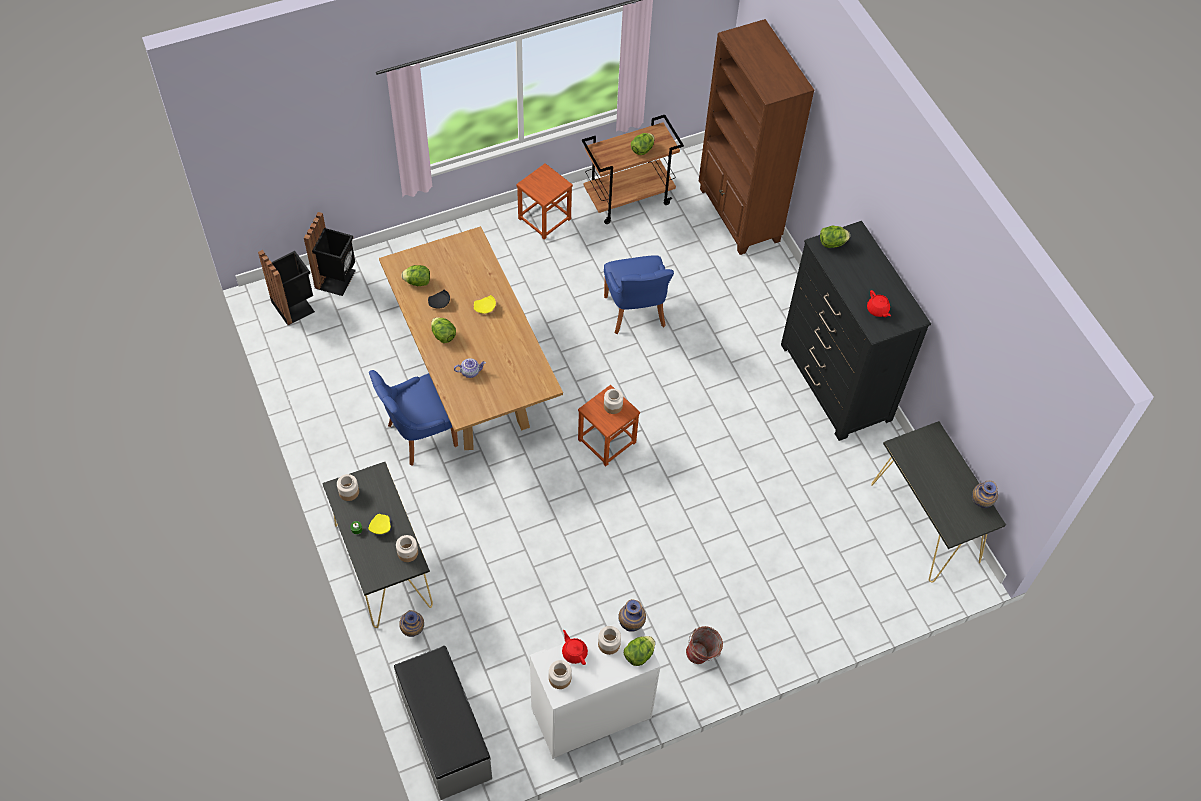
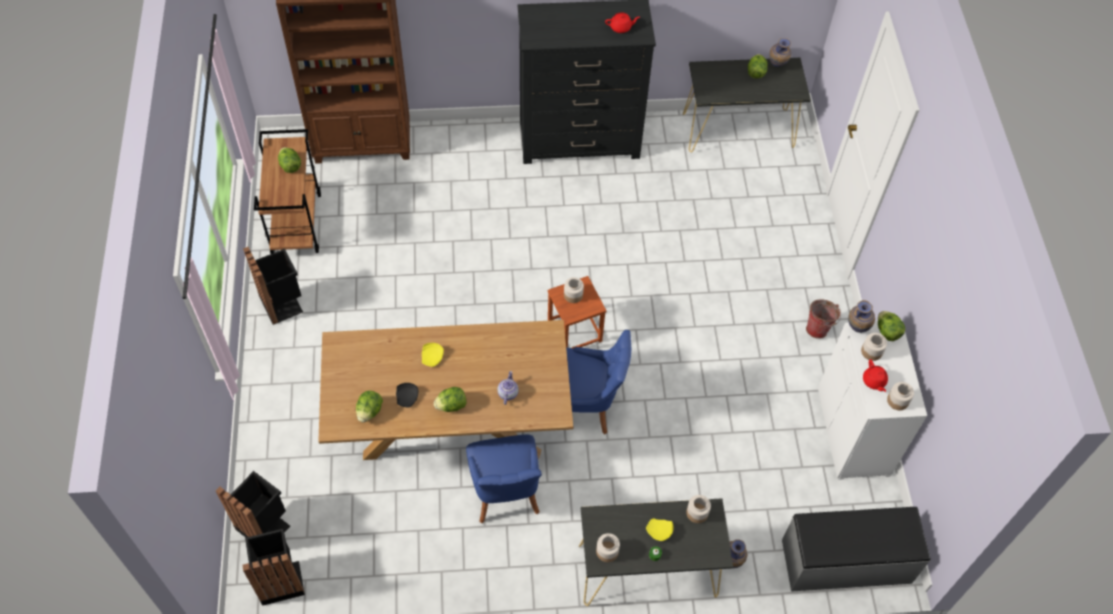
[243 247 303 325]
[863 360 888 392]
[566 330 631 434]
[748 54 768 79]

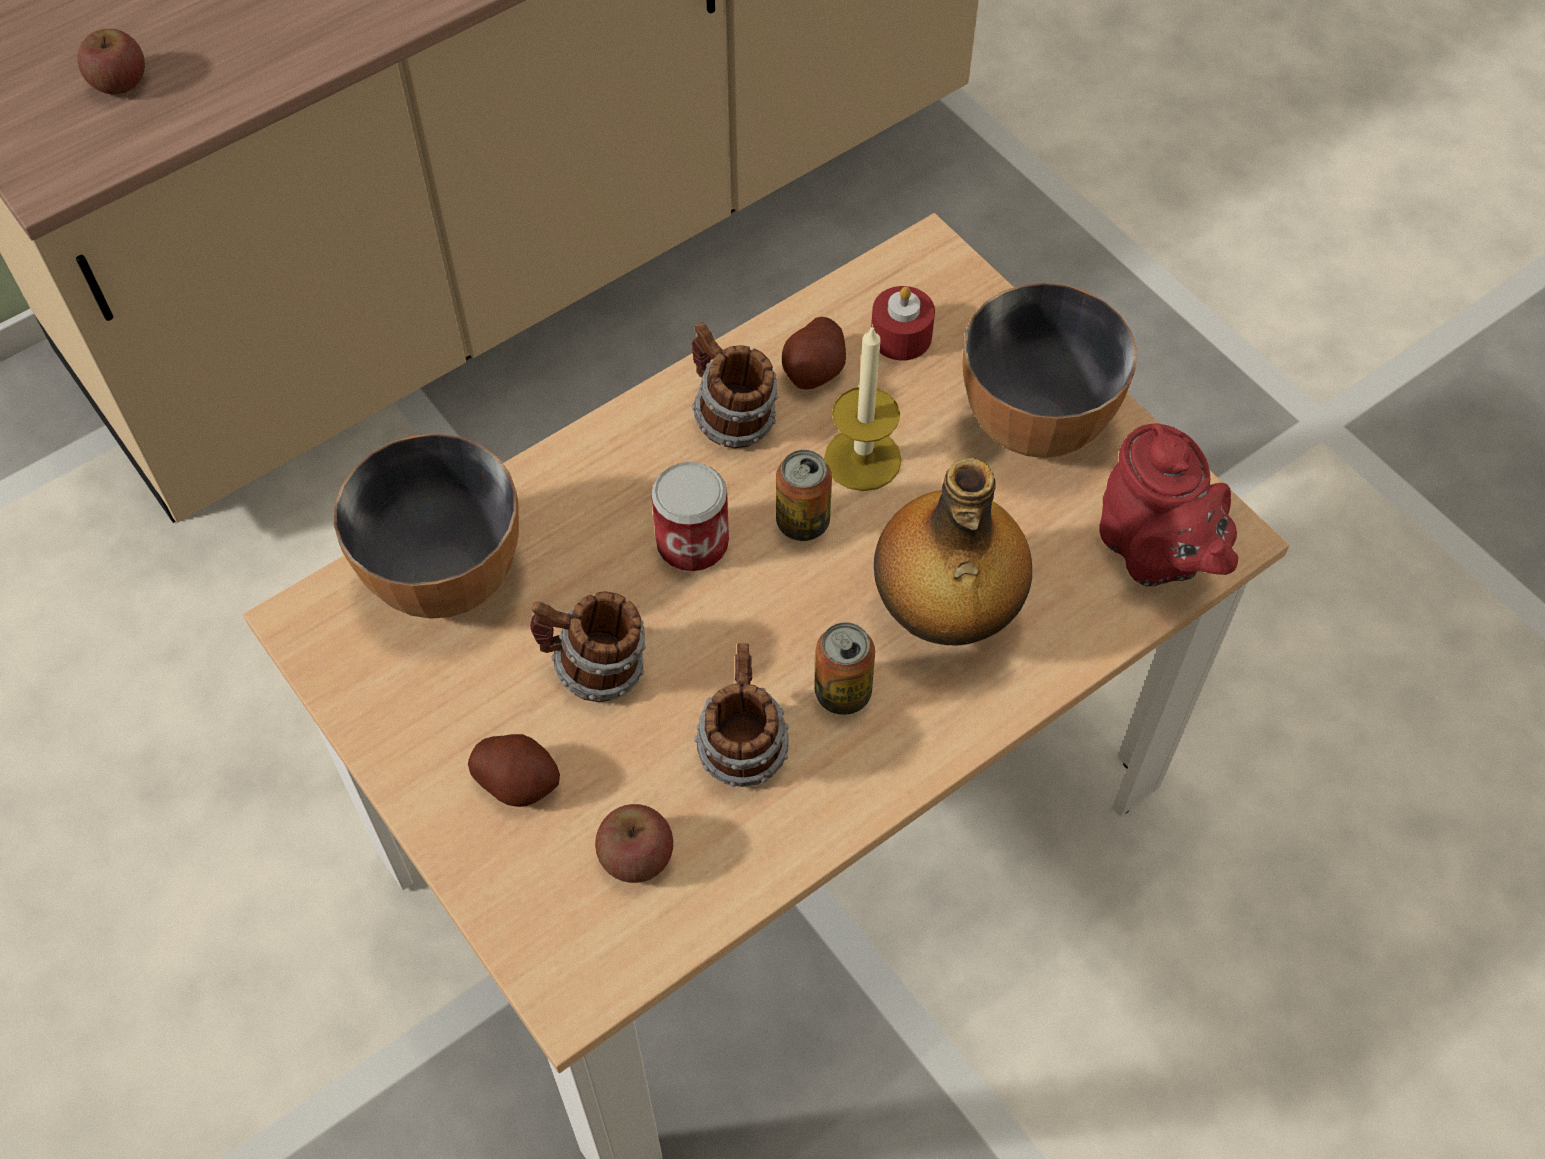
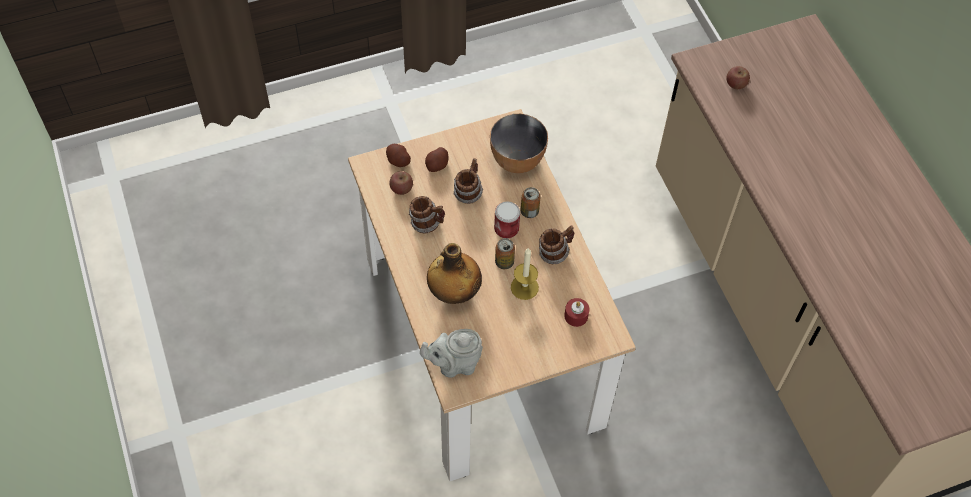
[386 144 411 167]
[521 187 541 218]
[963 283 1137 458] (first image)
[420 329 483 378]

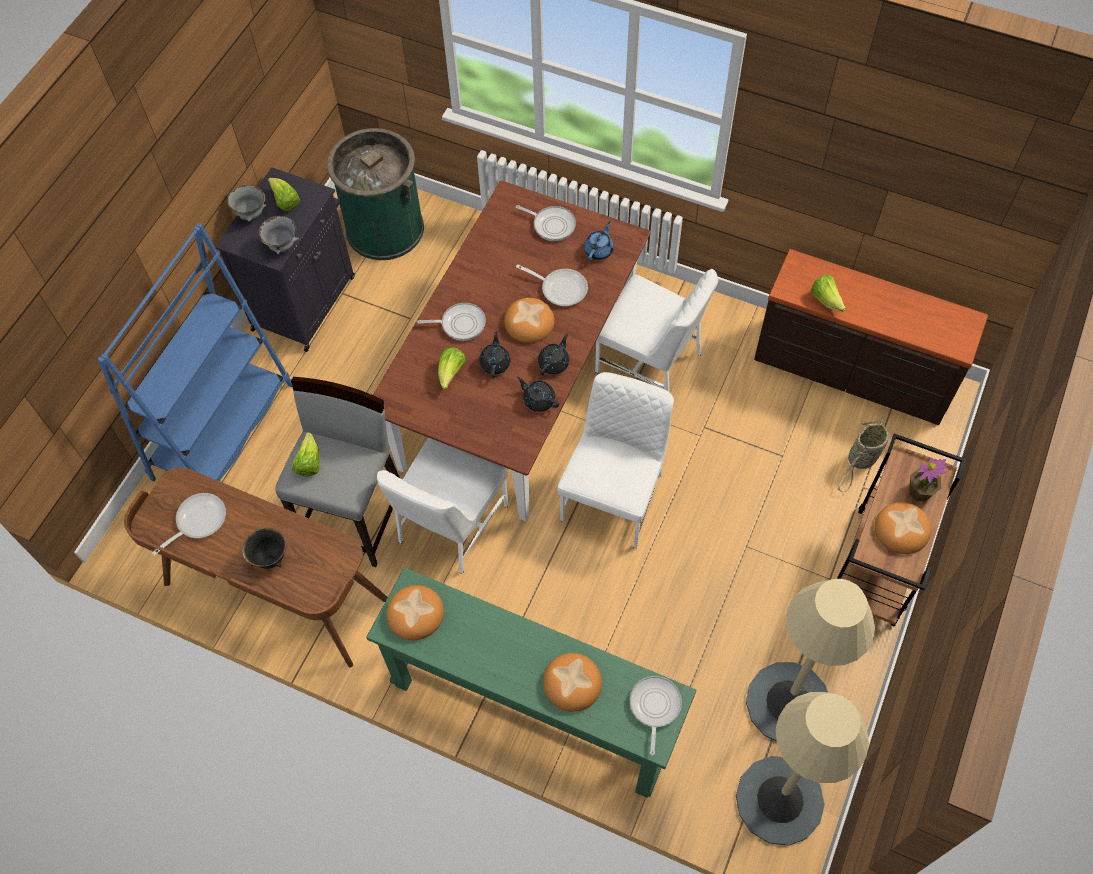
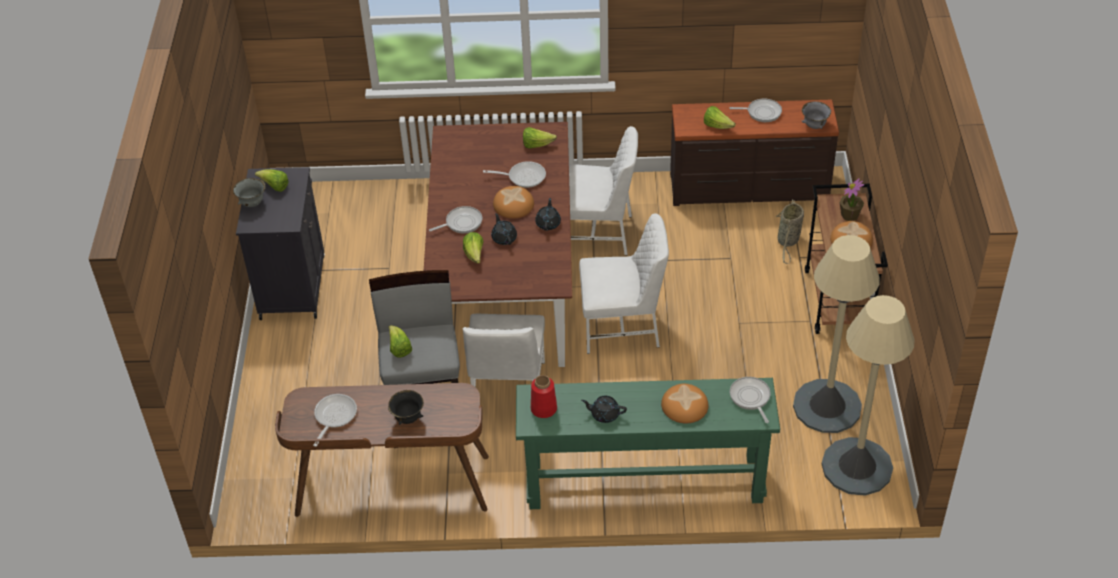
[97 223 292 482] (first image)
[802 101 831 129]
[327 128 424 260] (first image)
[531 375 557 418]
[729 98 782 122]
[581 396 627 423]
[579 213 669 354]
[523 127 557 149]

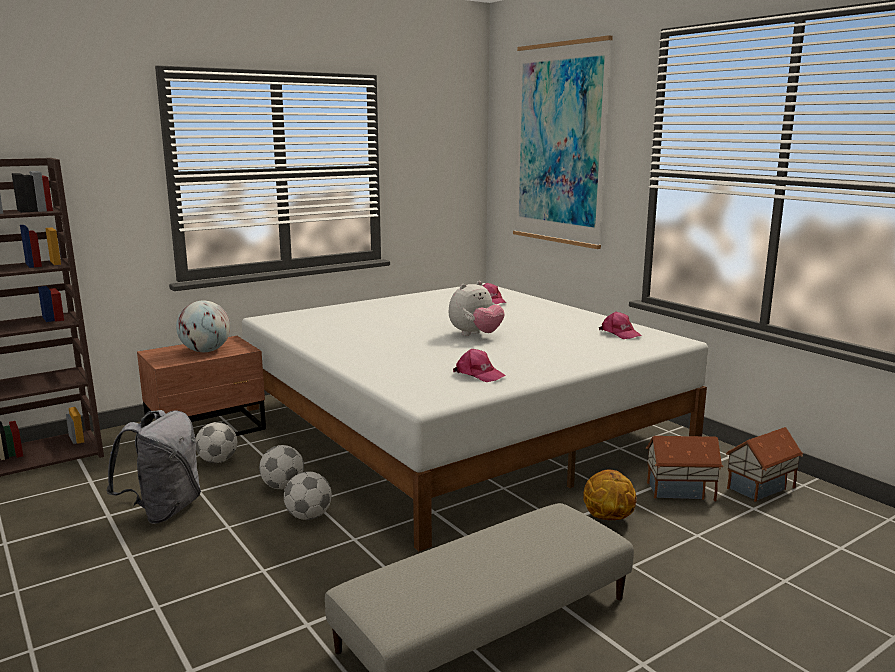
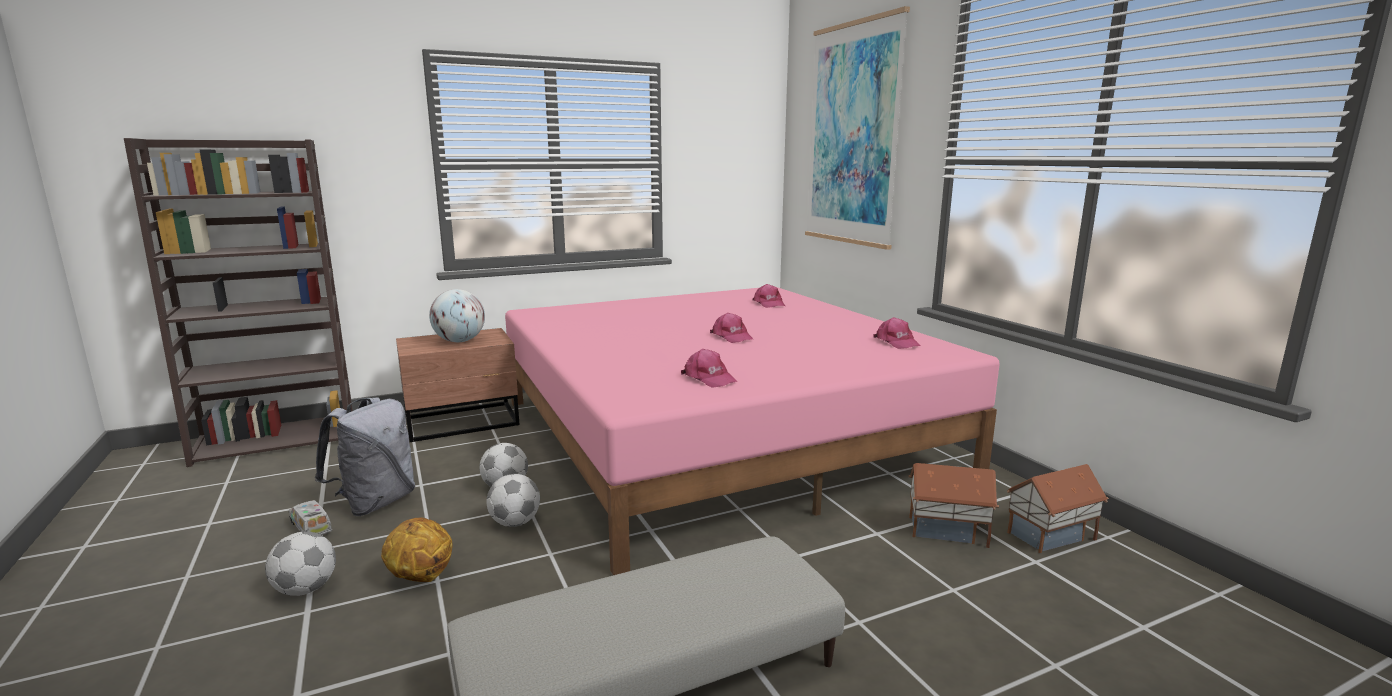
[265 531 336 596]
[505 286 1000 575]
[710 313 754 343]
[381 518 453 582]
[289 500 332 535]

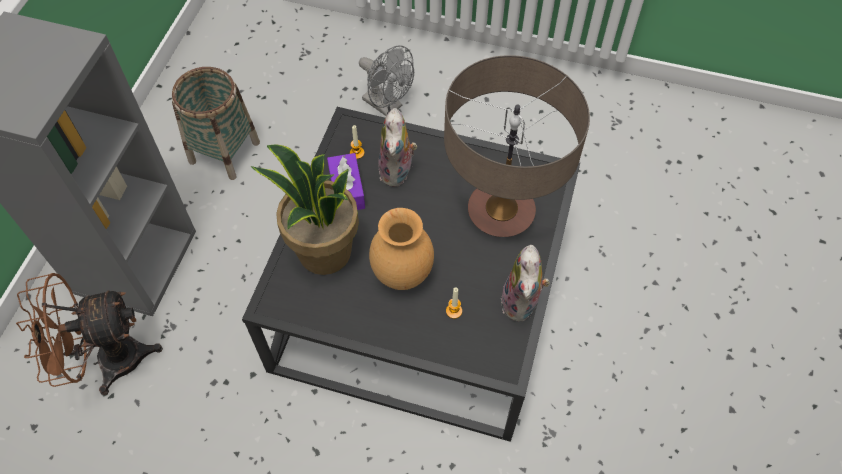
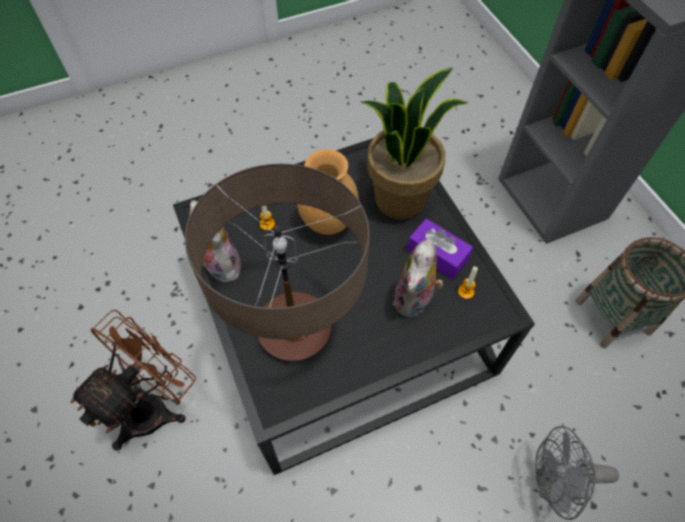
[70 310 196 451]
[393 239 443 318]

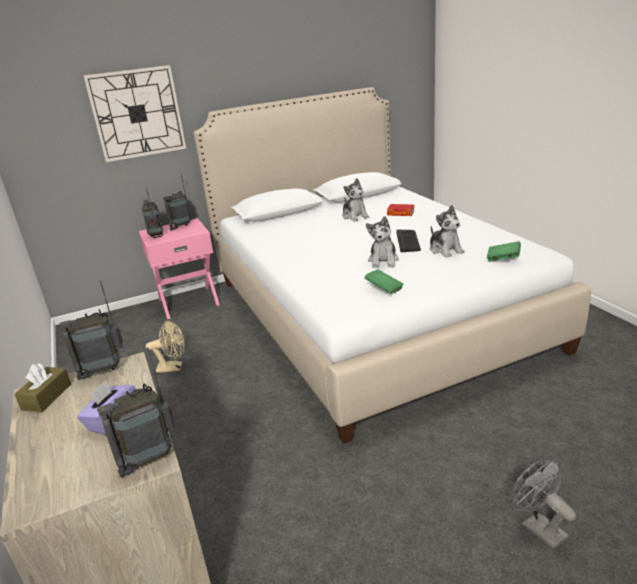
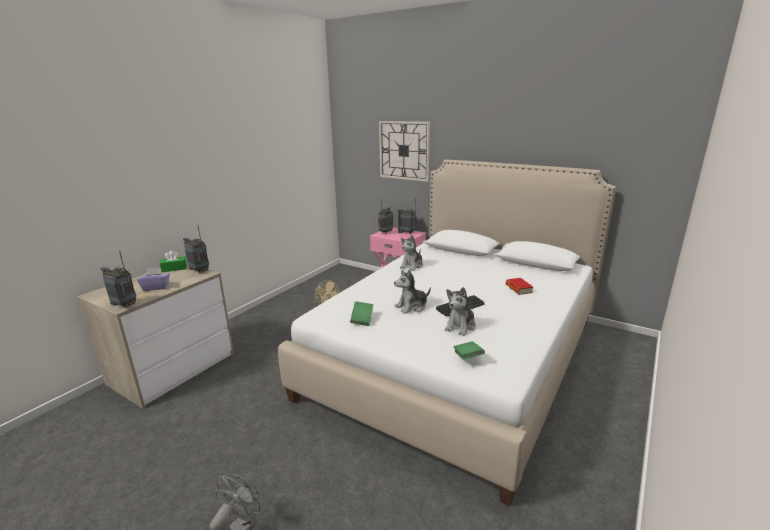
[160 250 187 272]
[400 235 423 271]

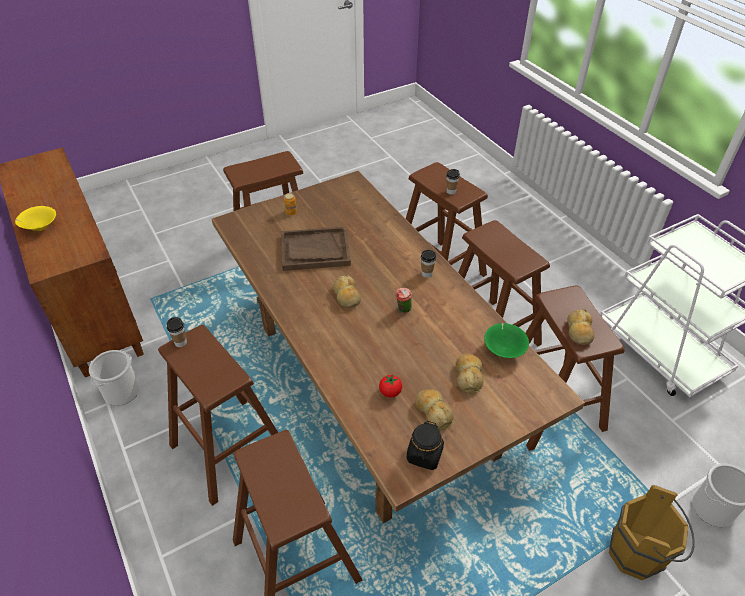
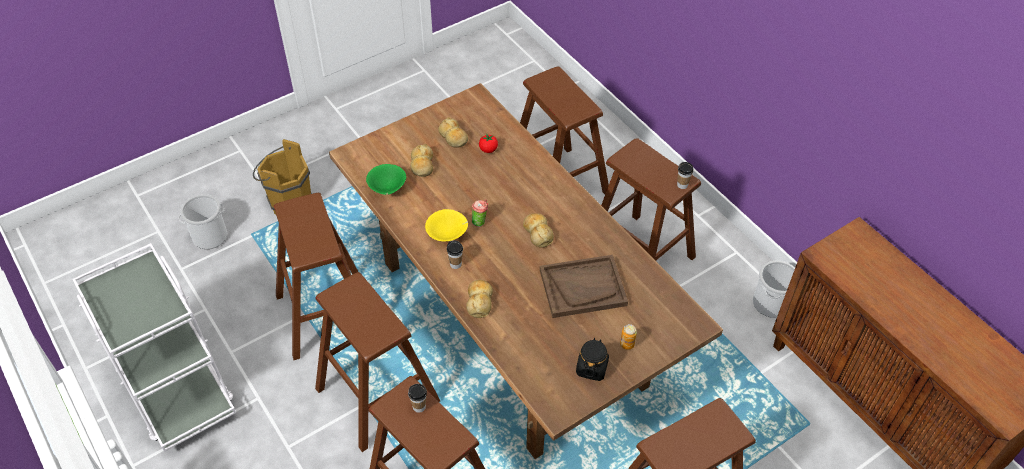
[425 209 468 242]
[576 338 609 381]
[466 280 493 318]

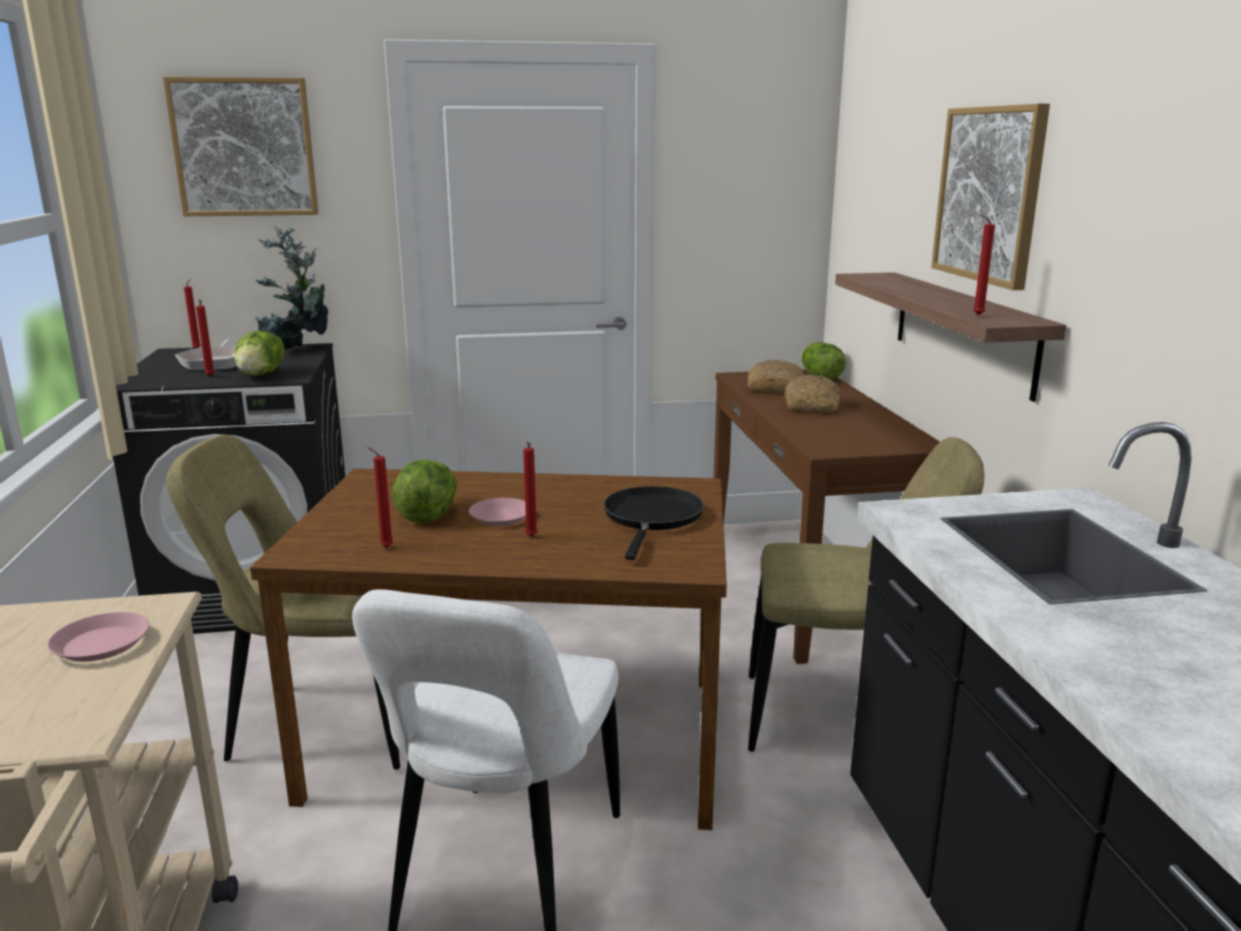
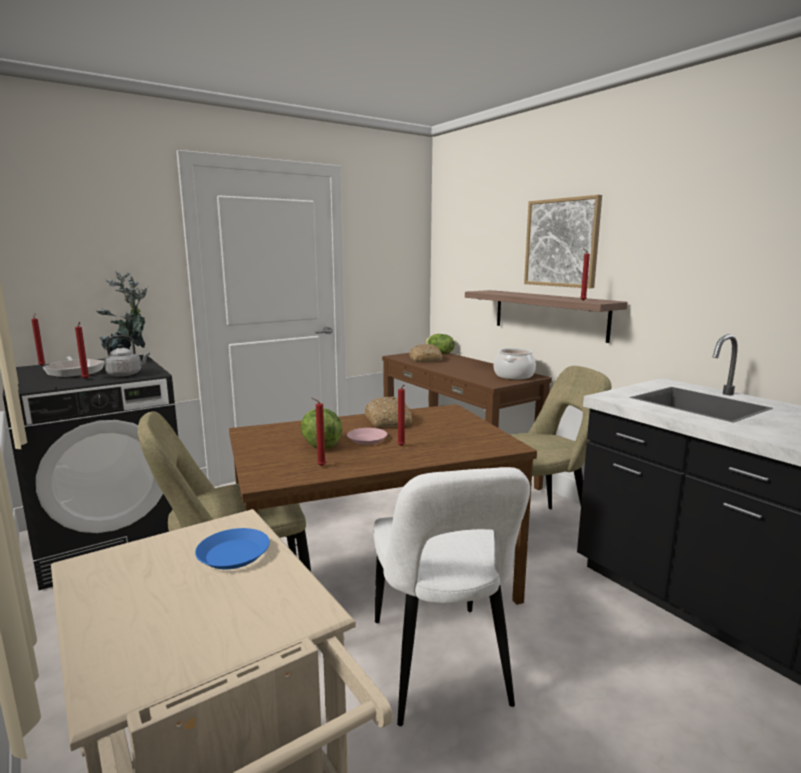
[195 528 270 569]
[163 77 318 216] (first image)
[104 335 150 377]
[604 486 704 560] (first image)
[365 397 412 427]
[494 348 536 379]

